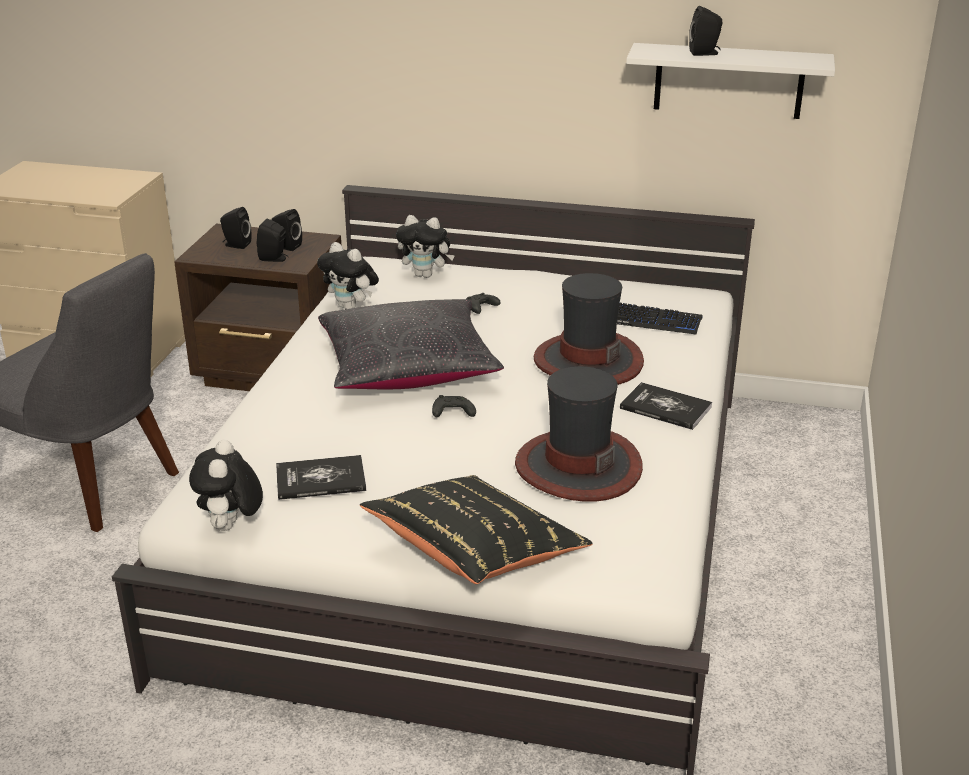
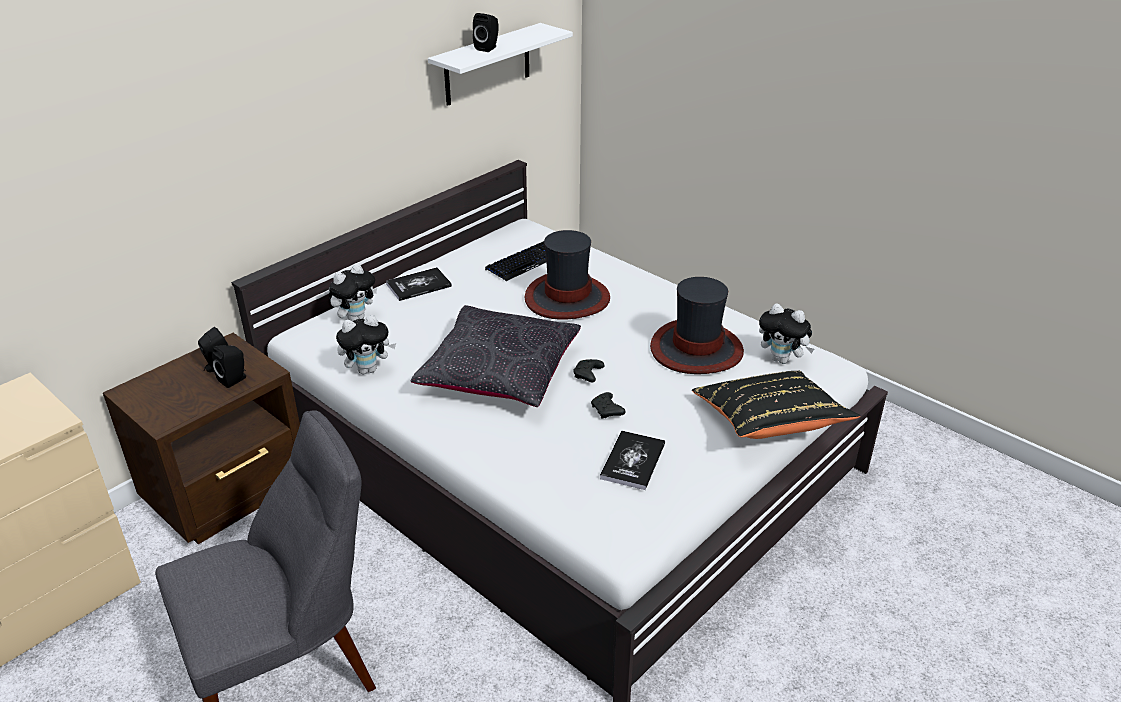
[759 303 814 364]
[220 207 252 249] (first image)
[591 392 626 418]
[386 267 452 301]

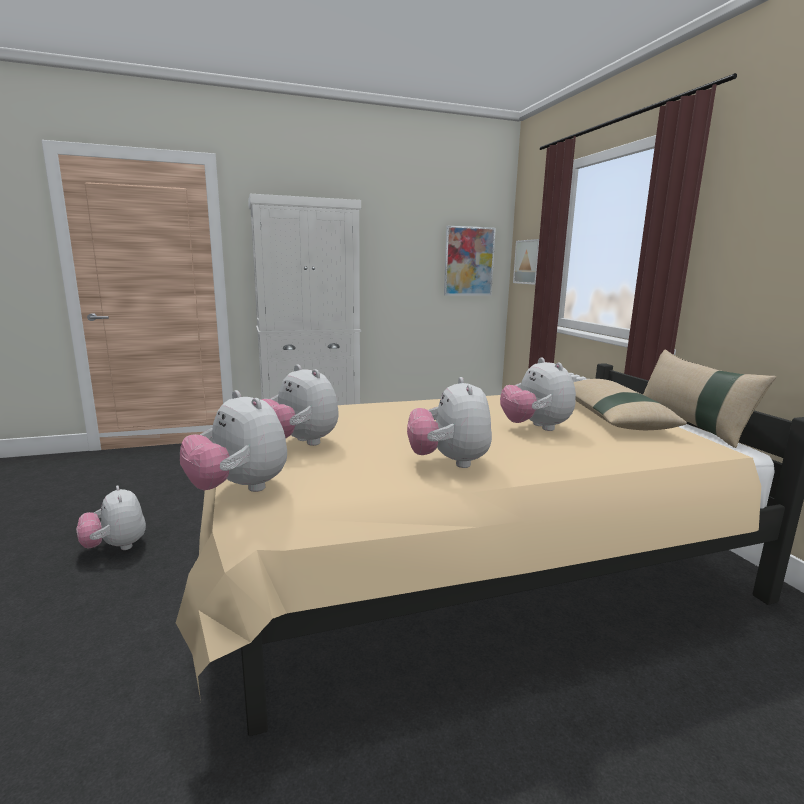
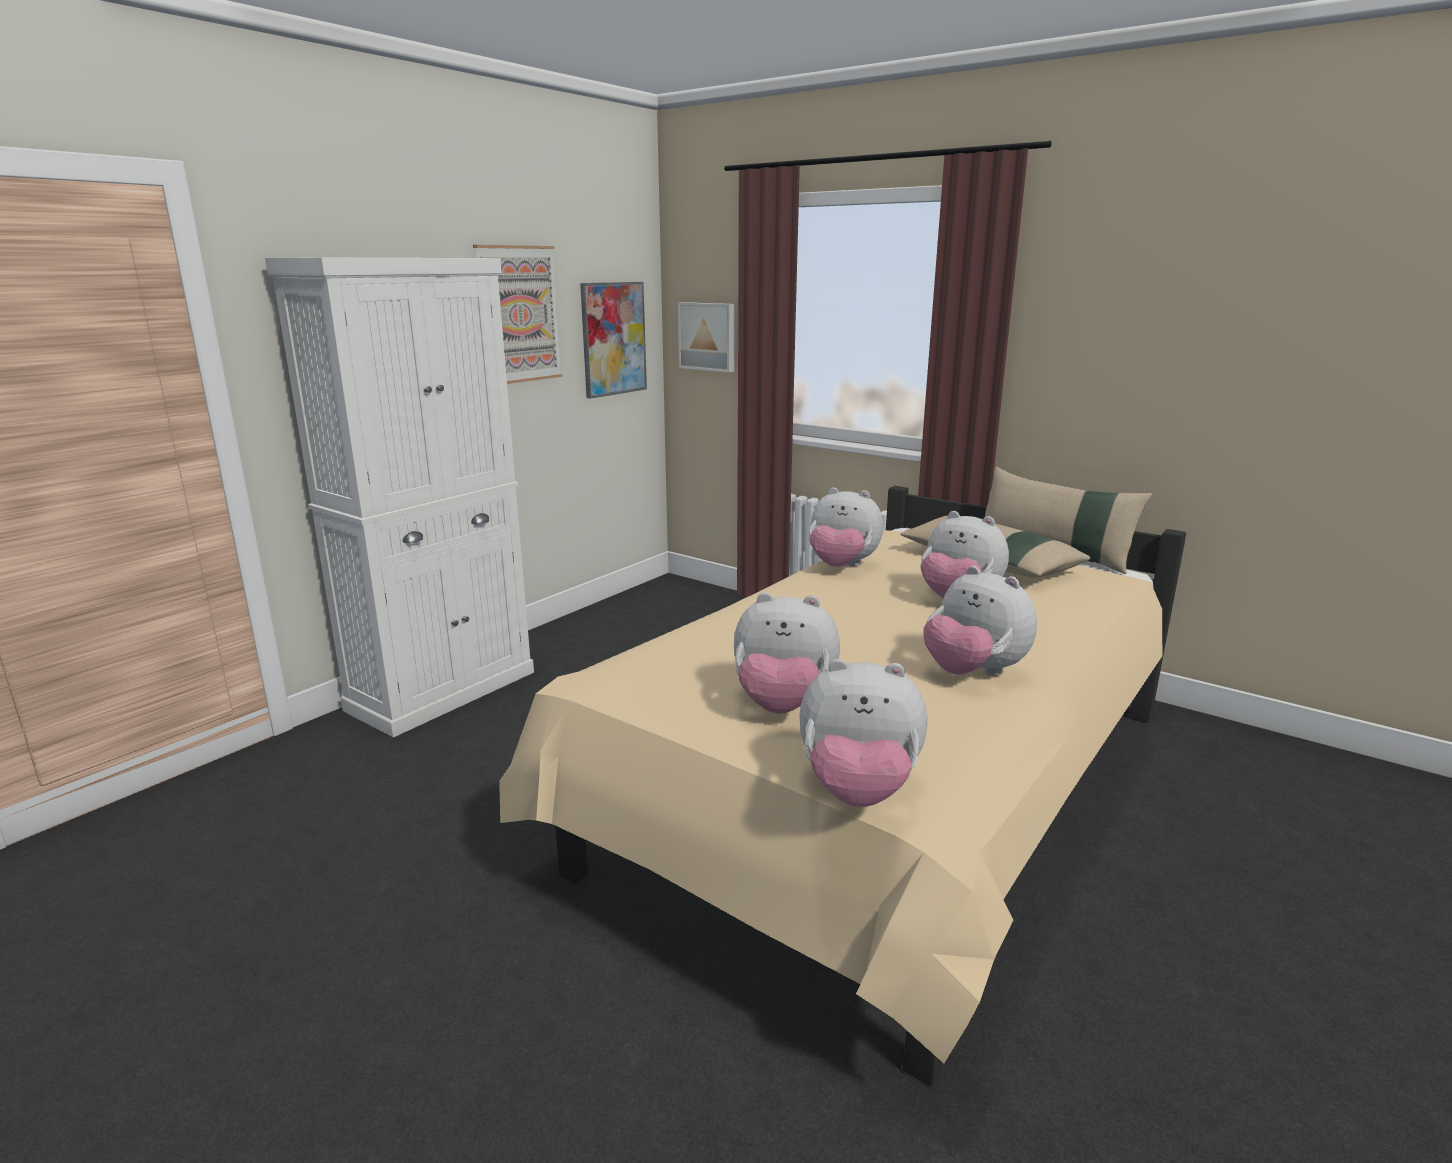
[809 487 883 567]
[473 245 562 384]

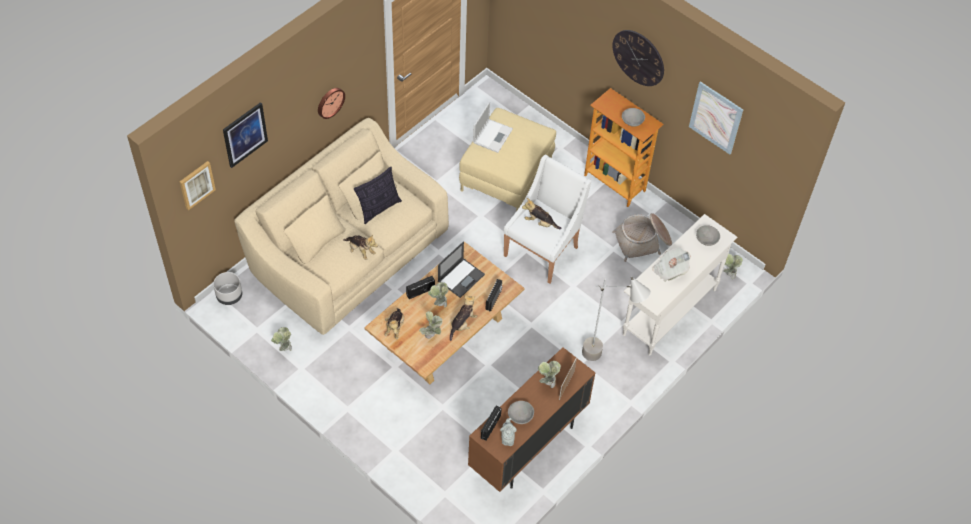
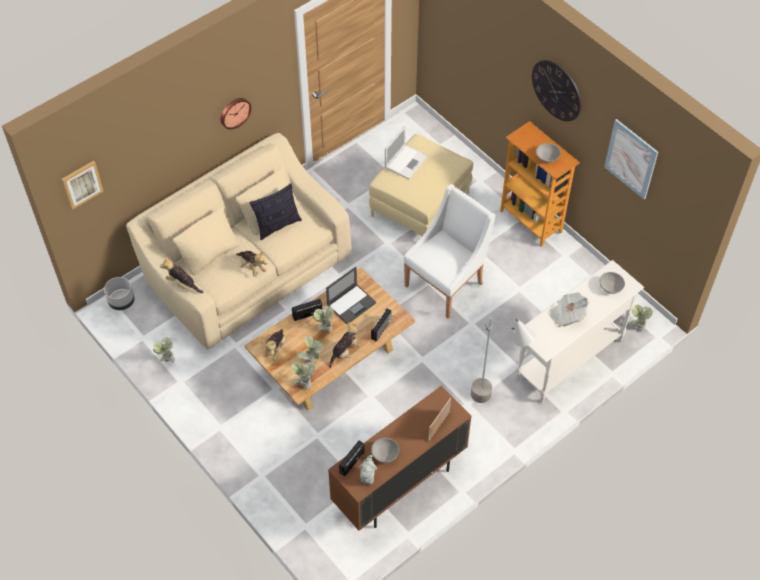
[223 102 268 168] (first image)
[160 257 203 293]
[291 362 316 389]
[612 213 672 262] (first image)

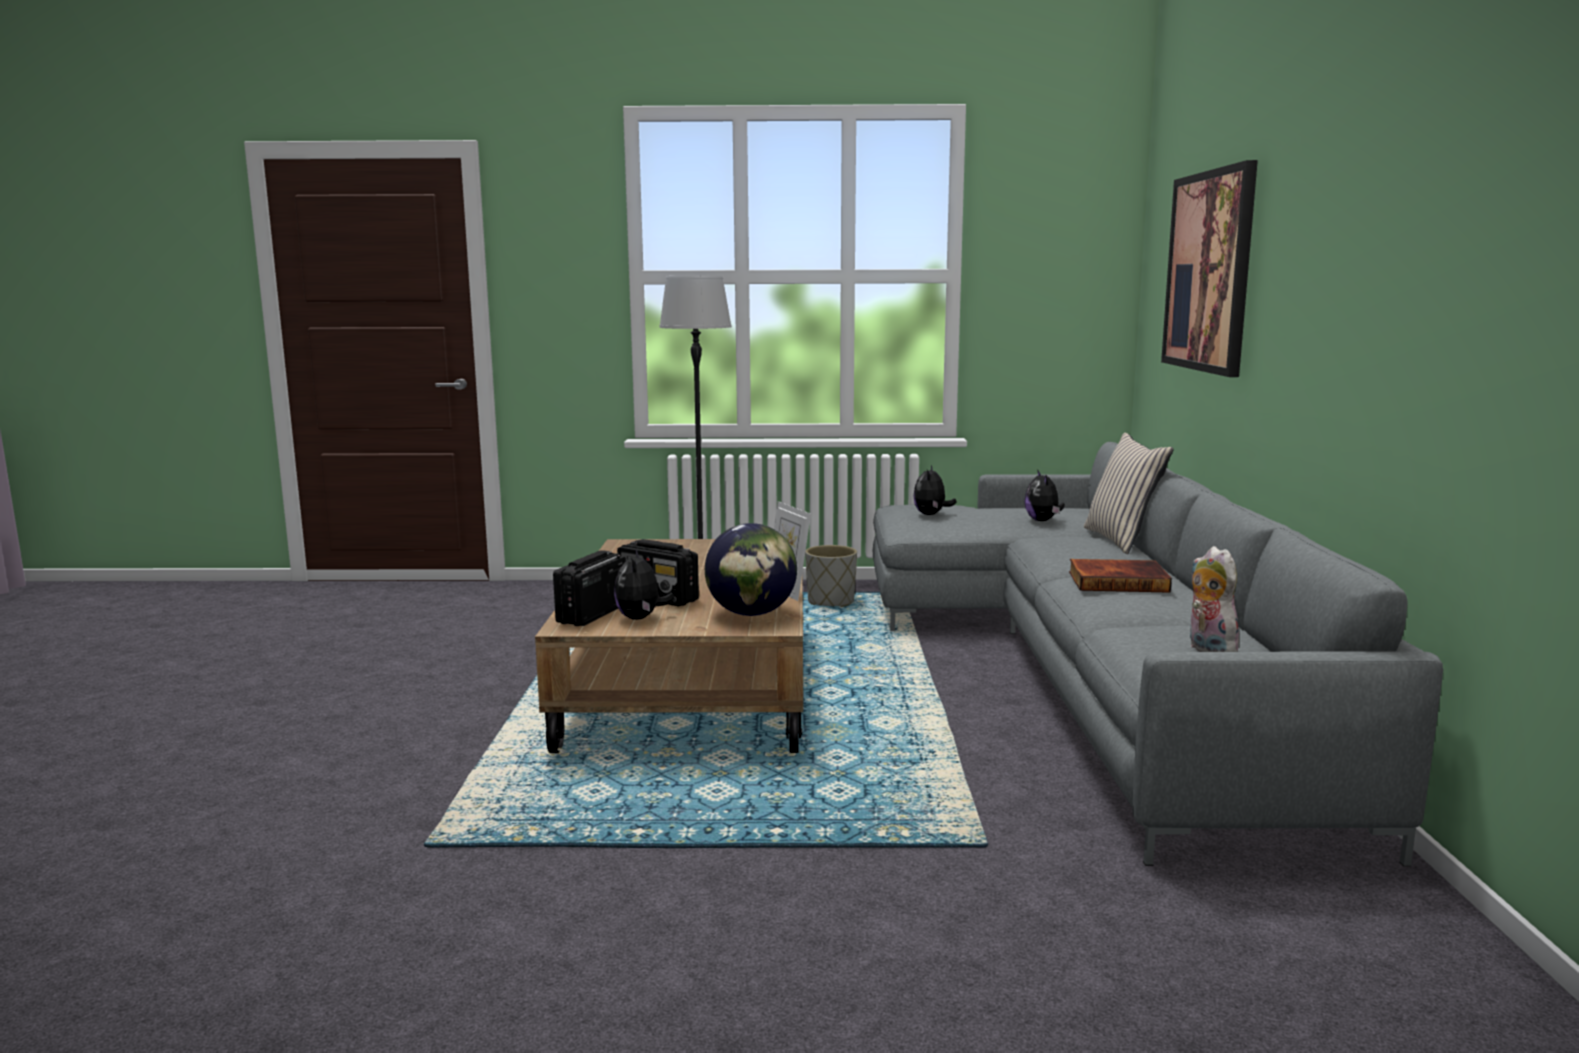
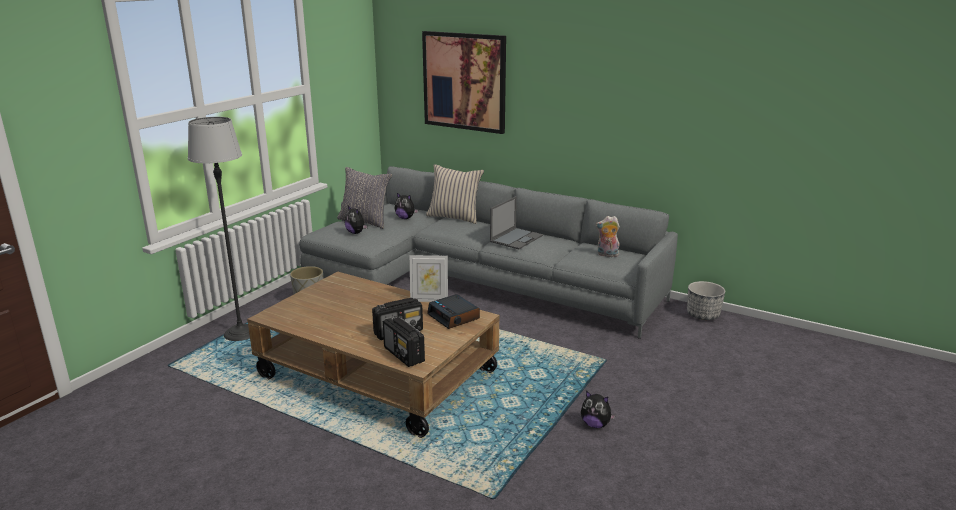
[581 391 616 428]
[427 294 480 329]
[490 196 543 249]
[337 167 392 229]
[687 281 725 320]

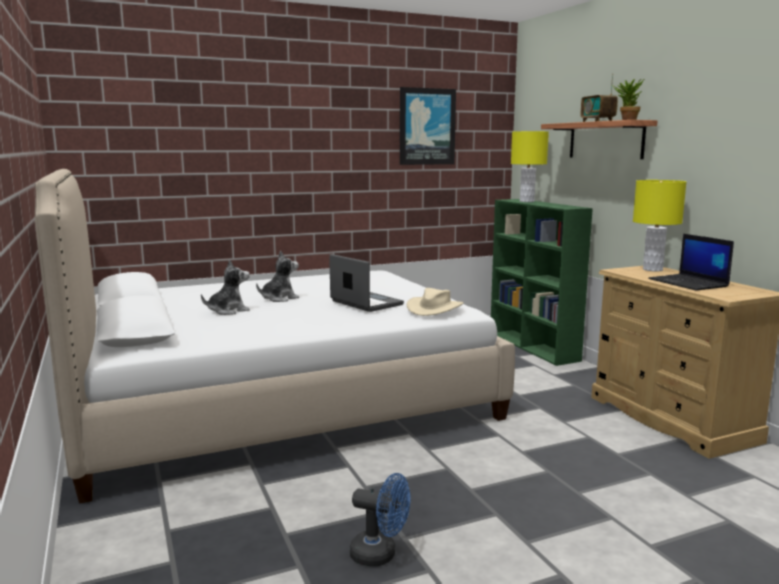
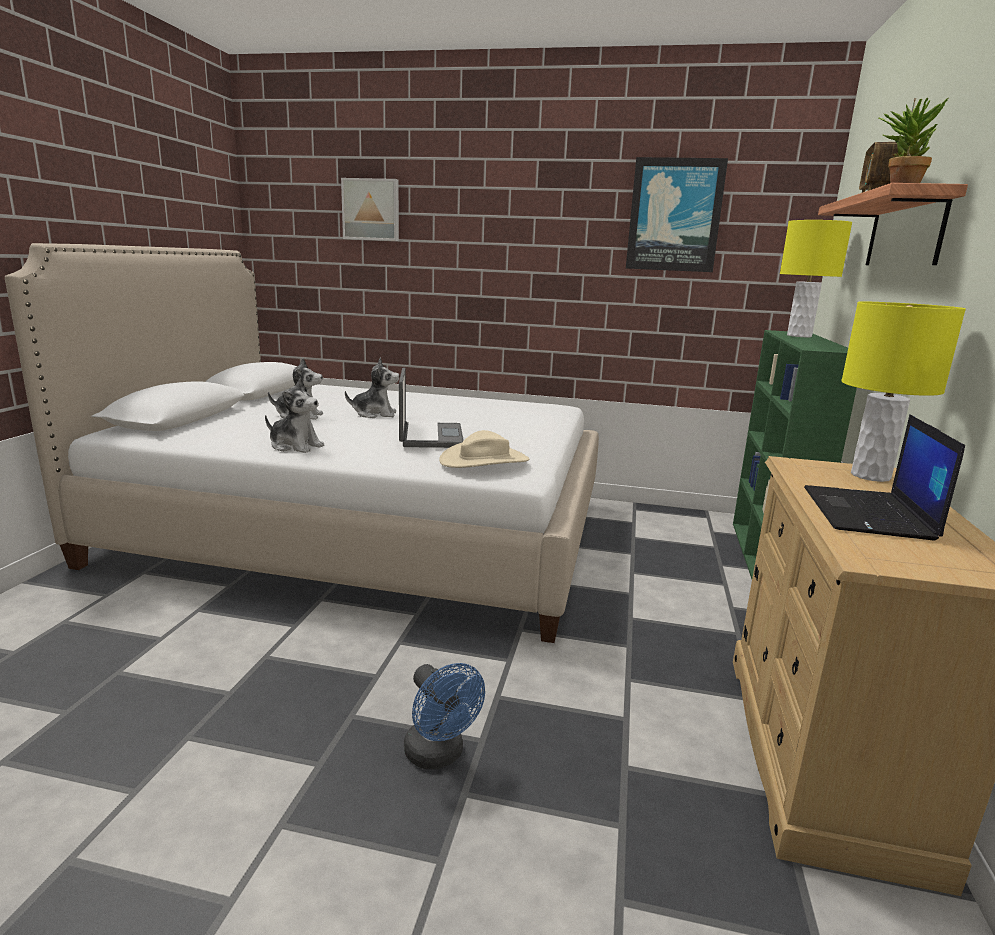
[404 663 485 769]
[265 379 324 453]
[341 178 399 241]

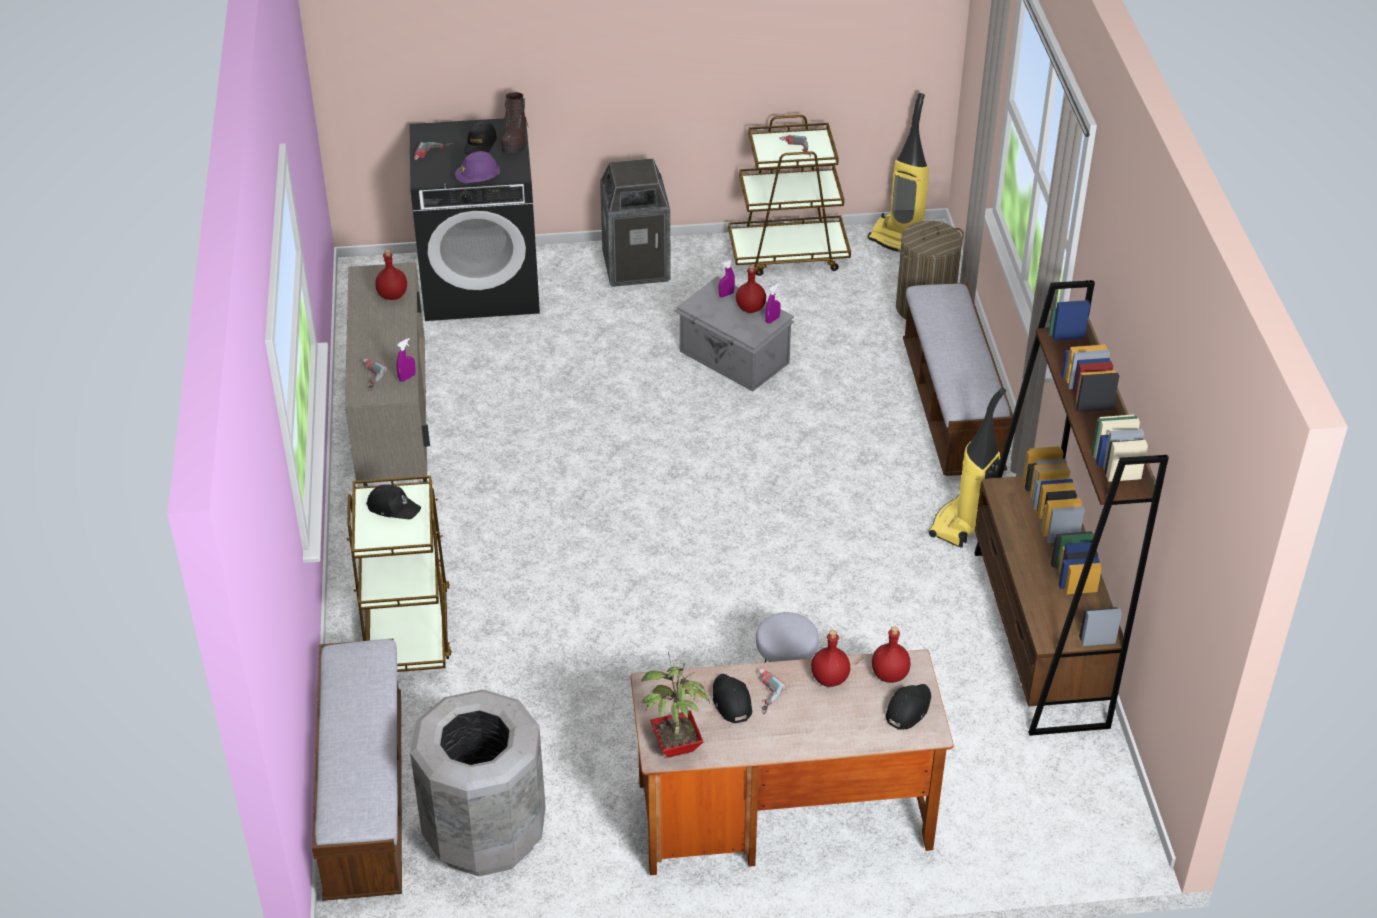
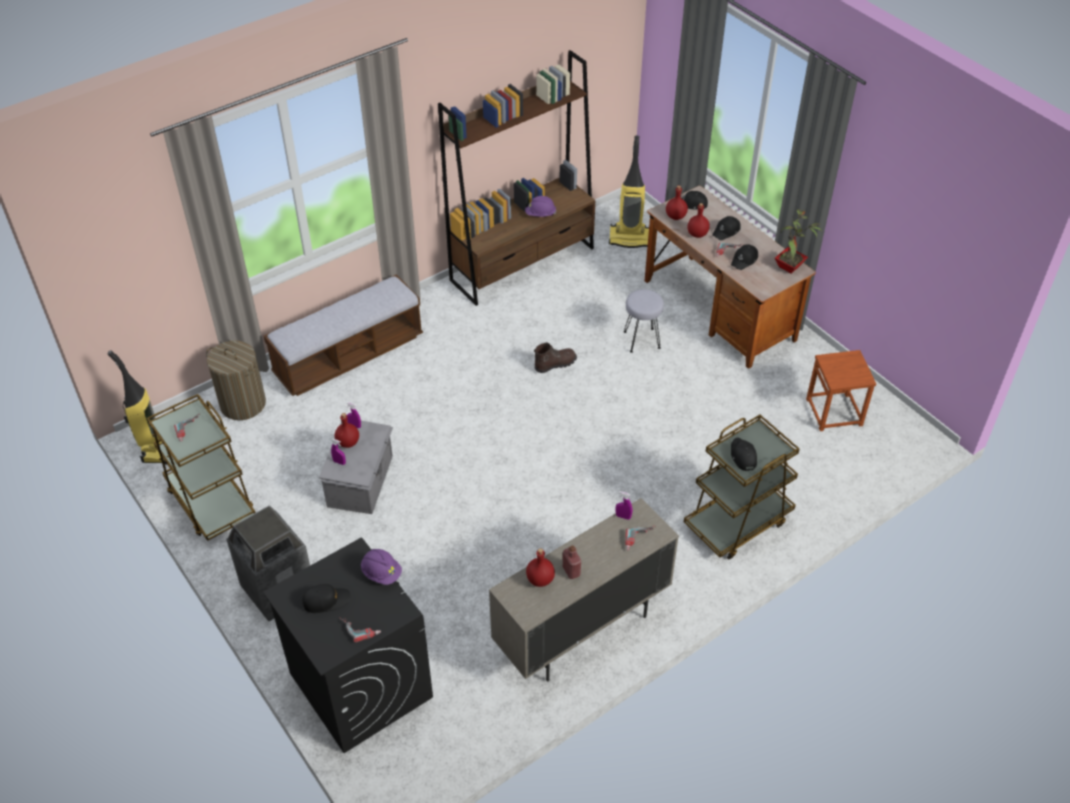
[312 639 402 901] (first image)
[806 350 876 431]
[534 342 577 373]
[609 136 649 248]
[525 196 556 217]
[563 545 581 579]
[712 216 741 240]

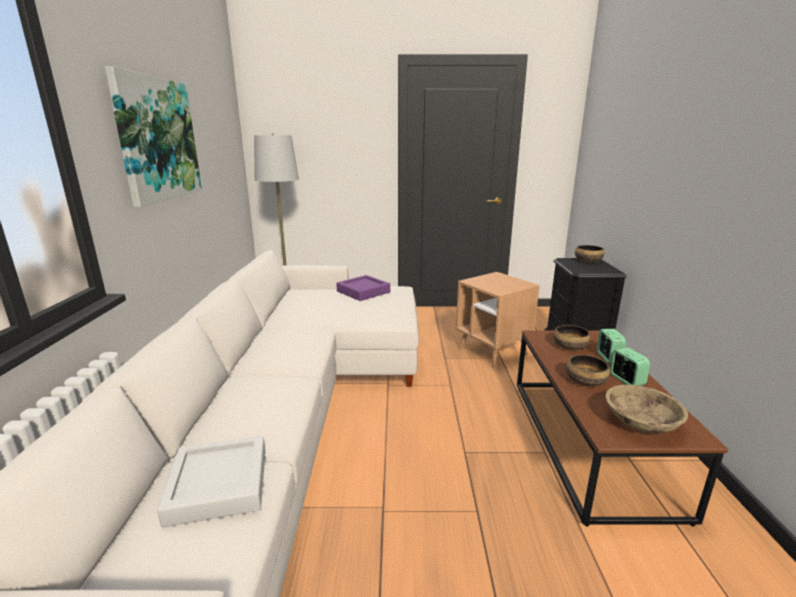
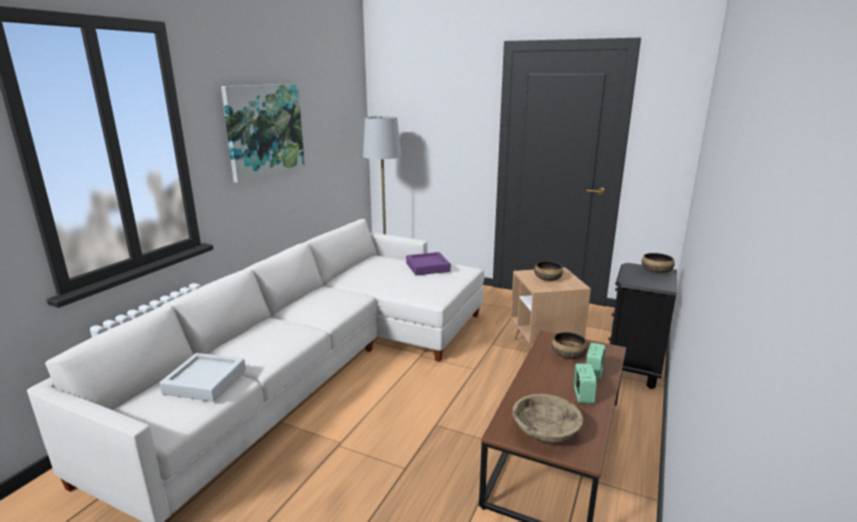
[534 261 563 281]

